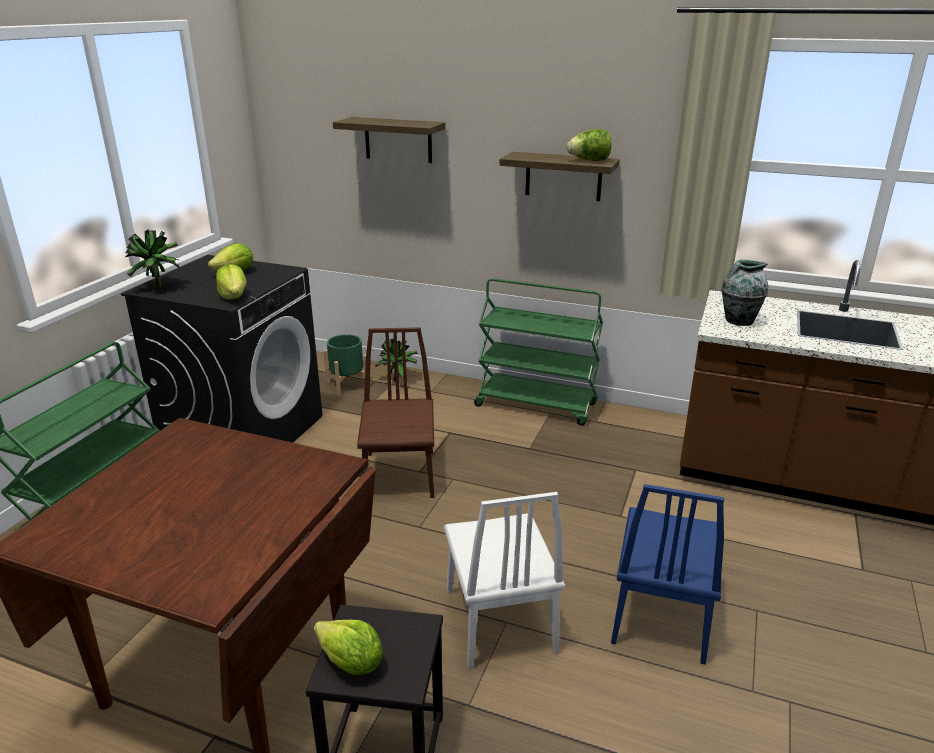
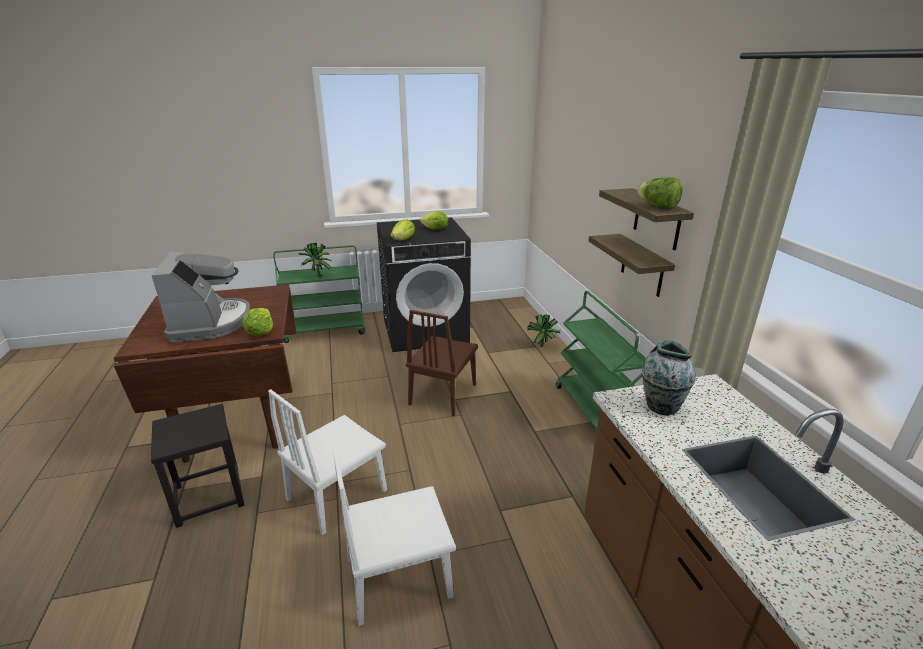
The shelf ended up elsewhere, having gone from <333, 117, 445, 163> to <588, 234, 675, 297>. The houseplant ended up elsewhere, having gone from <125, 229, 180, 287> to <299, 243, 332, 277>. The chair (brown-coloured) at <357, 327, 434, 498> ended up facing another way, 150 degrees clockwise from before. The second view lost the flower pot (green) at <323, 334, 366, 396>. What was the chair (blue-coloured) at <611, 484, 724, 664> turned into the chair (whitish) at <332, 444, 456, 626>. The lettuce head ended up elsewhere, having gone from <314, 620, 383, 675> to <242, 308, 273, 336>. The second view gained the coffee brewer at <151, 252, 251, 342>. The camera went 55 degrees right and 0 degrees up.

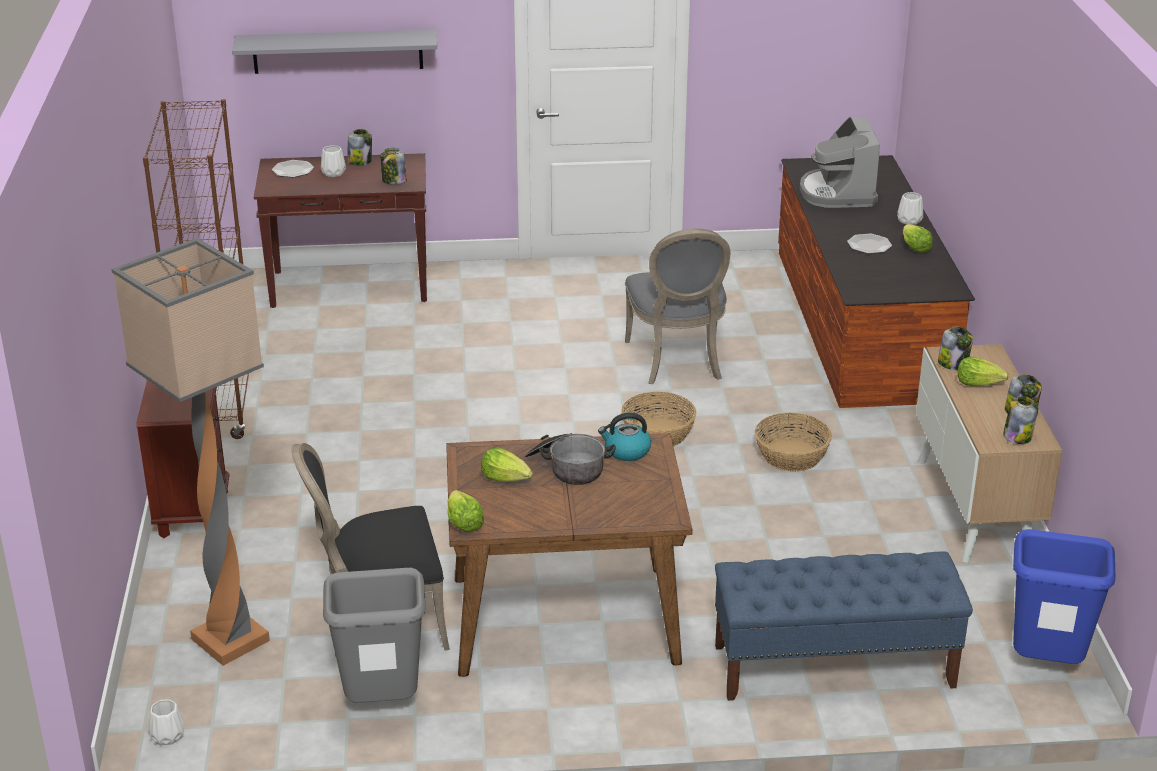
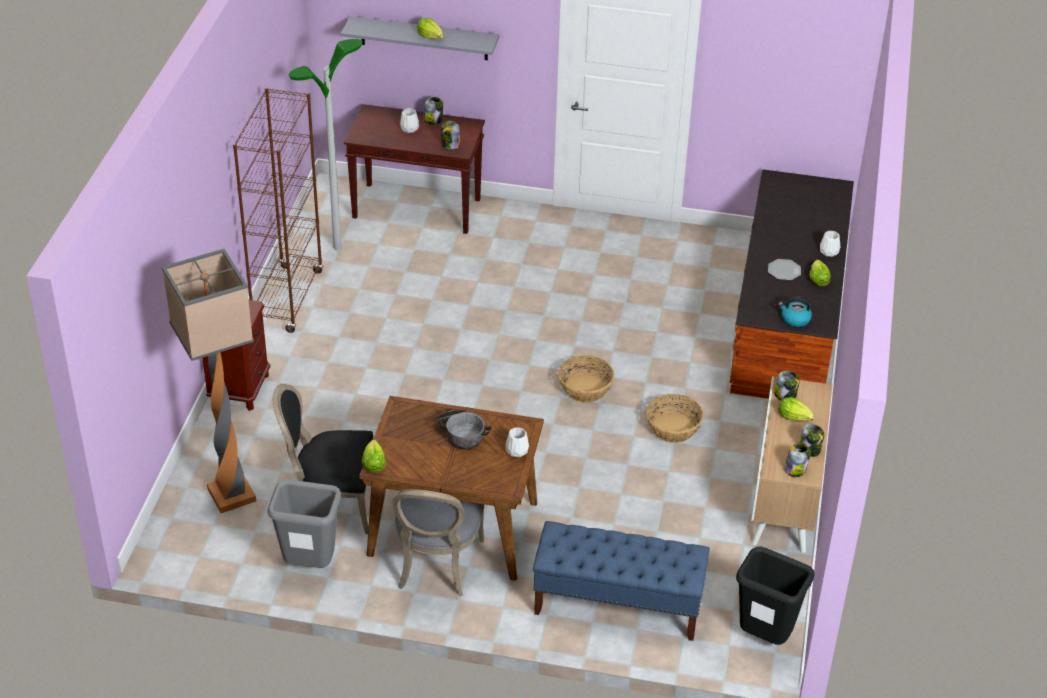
The second view lost the coffee brewer at <800, 117, 880, 208>. The second view lost the plate at <272, 160, 314, 178>. The chair (grey) ended up elsewhere, having gone from <625, 228, 730, 384> to <392, 489, 485, 596>. The water kettle ended up elsewhere, having gone from <598, 413, 651, 461> to <778, 296, 812, 327>. The lettuce head ended up elsewhere, having gone from <481, 448, 533, 482> to <417, 18, 444, 39>. What was the rubbish bin (blue-coloured) at <1013, 529, 1115, 664> turned into the rubbish bin (black) at <736, 547, 814, 645>. The flower vase (whitish) ended up elsewhere, having gone from <148, 699, 184, 745> to <506, 427, 529, 457>. The second view gained the standing lamp at <289, 39, 363, 251>. The camera went 15 degrees right and 10 degrees up.

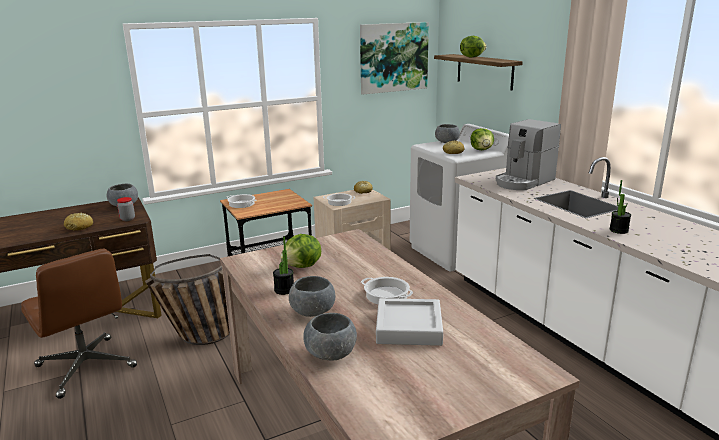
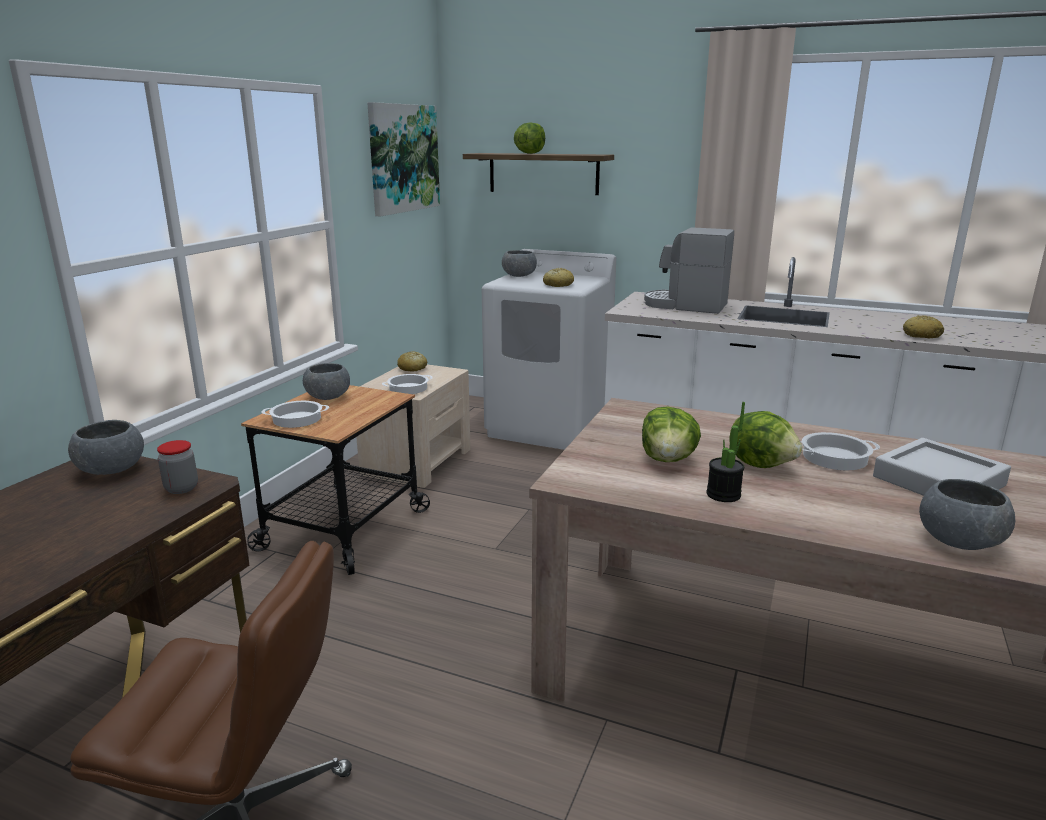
The coffee brewer at <496, 119, 561, 190> ended up facing another way, 105 degrees clockwise from before. The lettuce head ended up elsewhere, having gone from <470, 128, 494, 150> to <729, 411, 802, 468>. The second view lost the houseplant at <609, 180, 631, 234>. The bread ended up elsewhere, having gone from <64, 213, 93, 231> to <903, 315, 944, 338>. The second view lost the household basket at <145, 254, 230, 345>. The serving bowl (grey) ended up elsewhere, having gone from <289, 276, 335, 317> to <303, 363, 350, 400>. The camera went 40 degrees left and 0 degrees up.

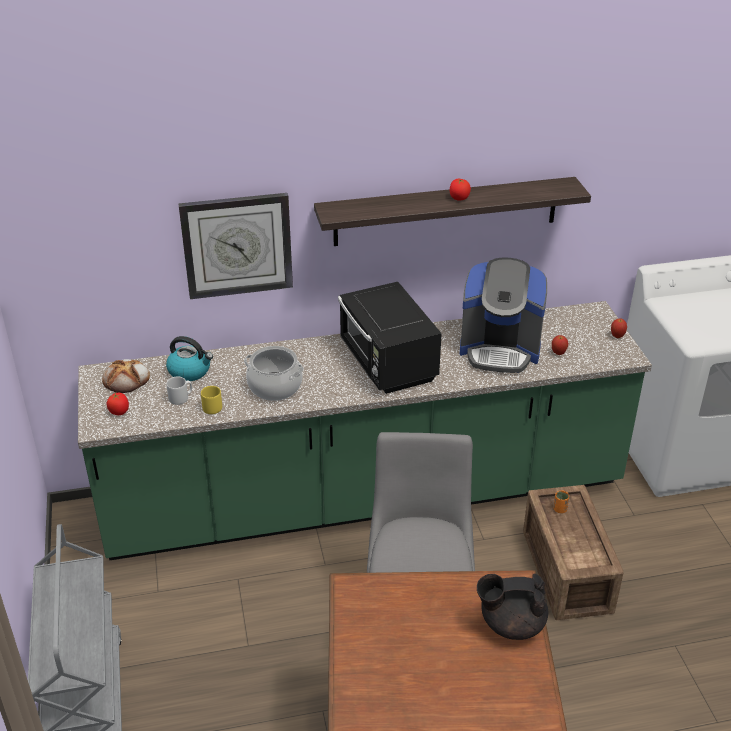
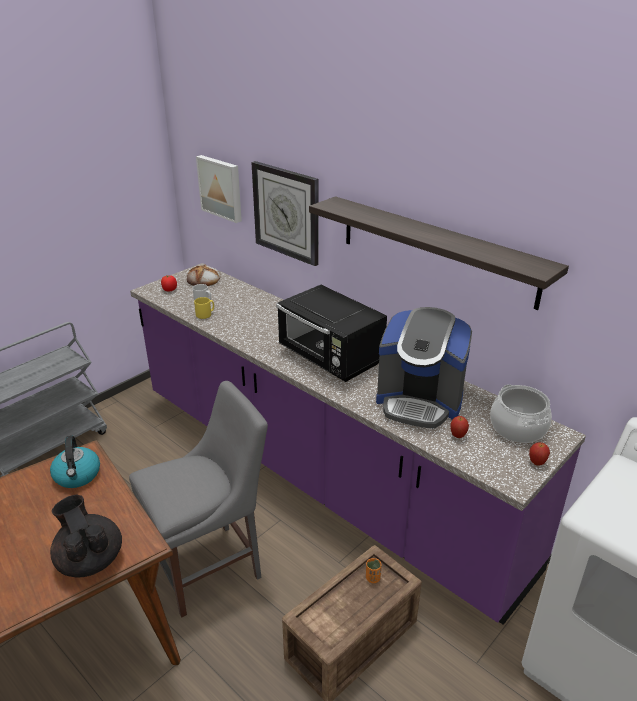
The second view lost the tomato at <450, 179, 471, 201>. The coffee brewer at <460, 258, 547, 373> ended up facing another way, 45 degrees counterclockwise from before. The microwave oven (black) at <338, 282, 442, 394> ended up facing another way, 75 degrees counterclockwise from before. What was the counter (green) at <78, 301, 652, 561> turned into the counter (purplish) at <130, 263, 586, 625>. The water kettle ended up elsewhere, having gone from <166, 336, 213, 381> to <50, 436, 100, 488>. The stockpot ended up elsewhere, having gone from <244, 346, 304, 401> to <490, 384, 552, 443>. The second view gained the wall art at <196, 155, 242, 223>. The camera went 55 degrees right and 5 degrees down.

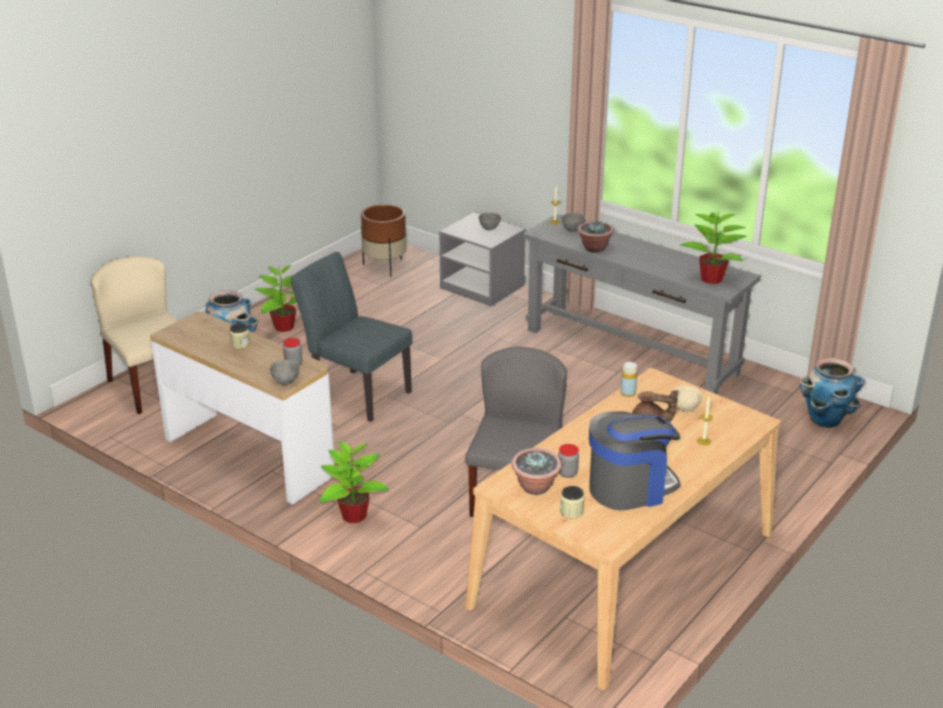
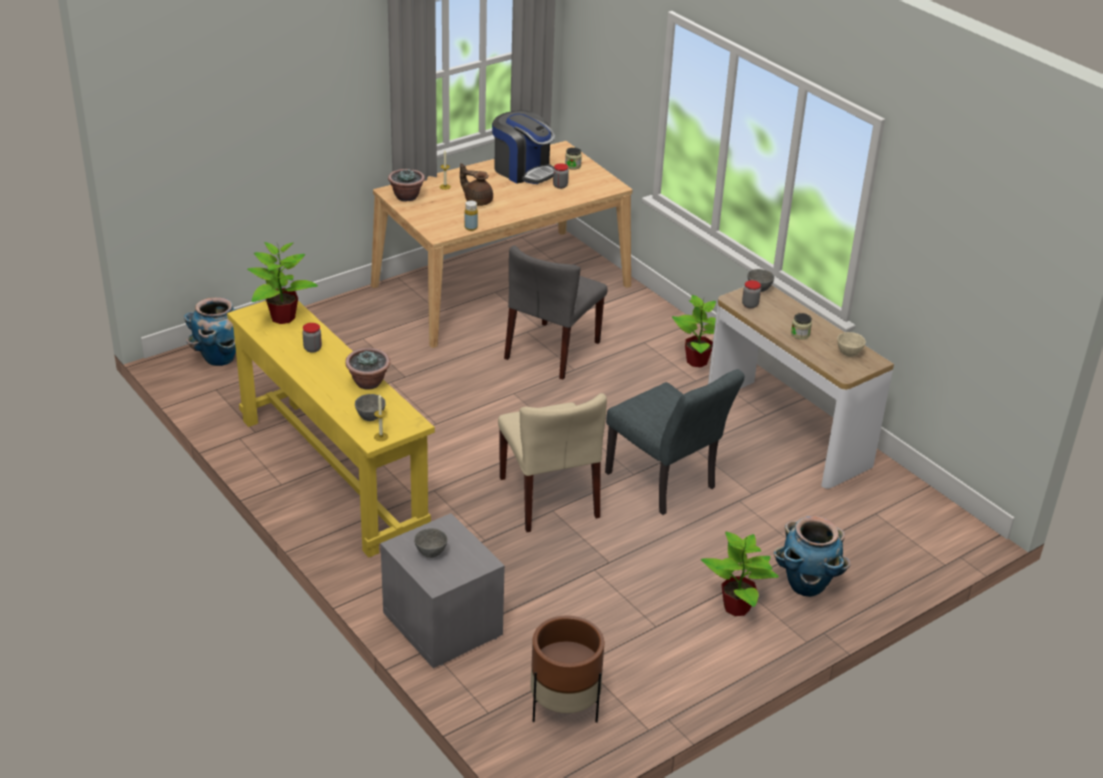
What was the narrow table (grey) at <523, 214, 761, 394> turned into the narrow table (yellow-coloured) at <227, 301, 435, 557>. The chair (beige-coloured) ended up elsewhere, having gone from <91, 256, 178, 414> to <498, 393, 607, 532>. The serving bowl (beige-coloured) ended up elsewhere, having gone from <673, 386, 703, 412> to <837, 332, 866, 357>. The coffee brewer at <589, 411, 681, 510> ended up facing another way, 135 degrees counterclockwise from before. The houseplant ended up elsewhere, having gone from <512, 448, 562, 495> to <388, 168, 425, 202>. The second view gained the jar at <302, 323, 322, 353>. The camera went 165 degrees left and 5 degrees up.

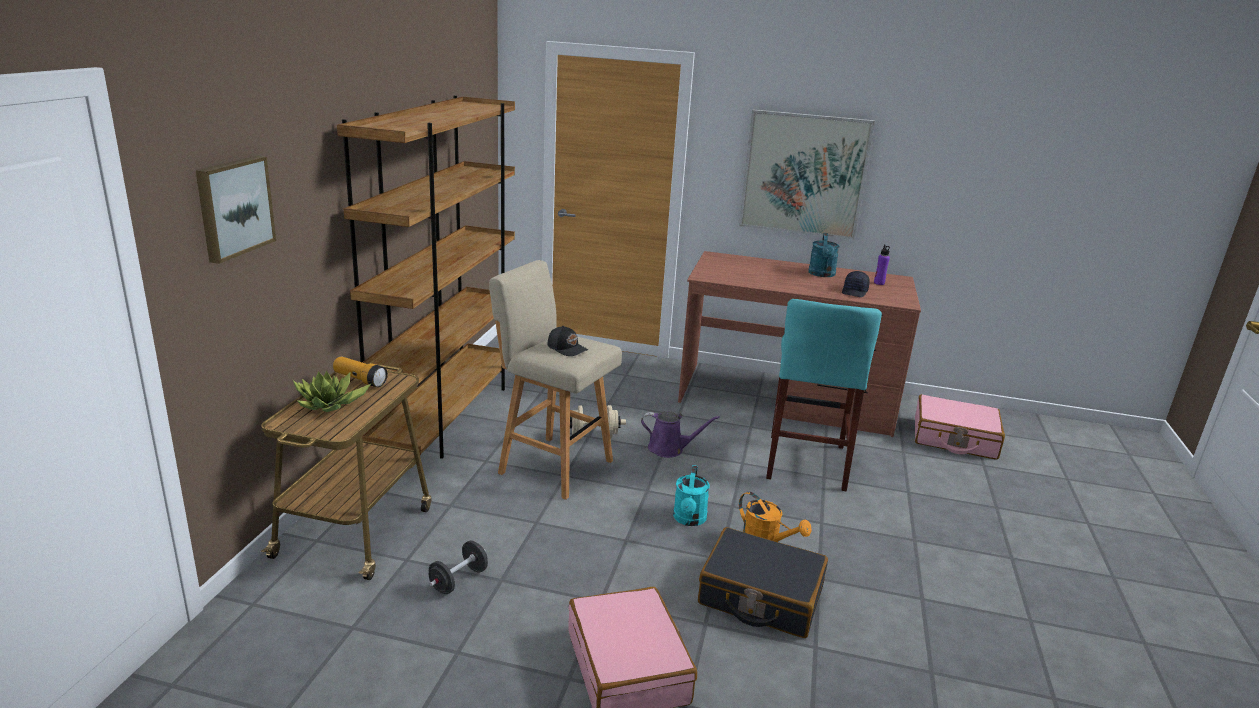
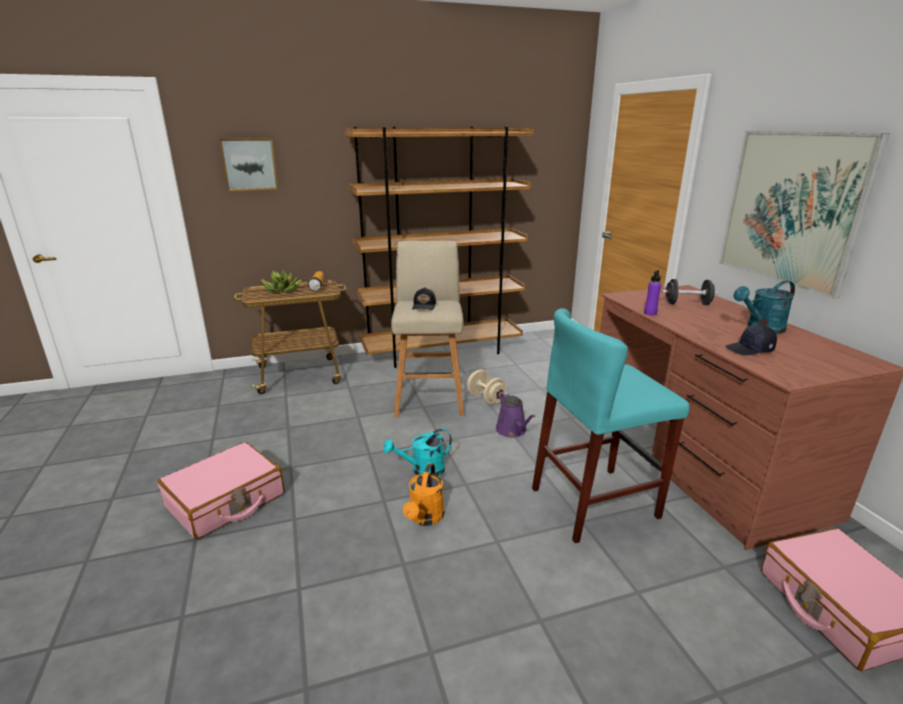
The bottle (purplish) ended up elsewhere, having gone from <874, 244, 890, 285> to <644, 270, 661, 315>. The second view lost the piece of luggage (black) at <698, 527, 828, 638>. The hand weight (black) ended up elsewhere, having gone from <429, 541, 488, 594> to <662, 279, 718, 305>. The camera went 60 degrees right and 0 degrees up.

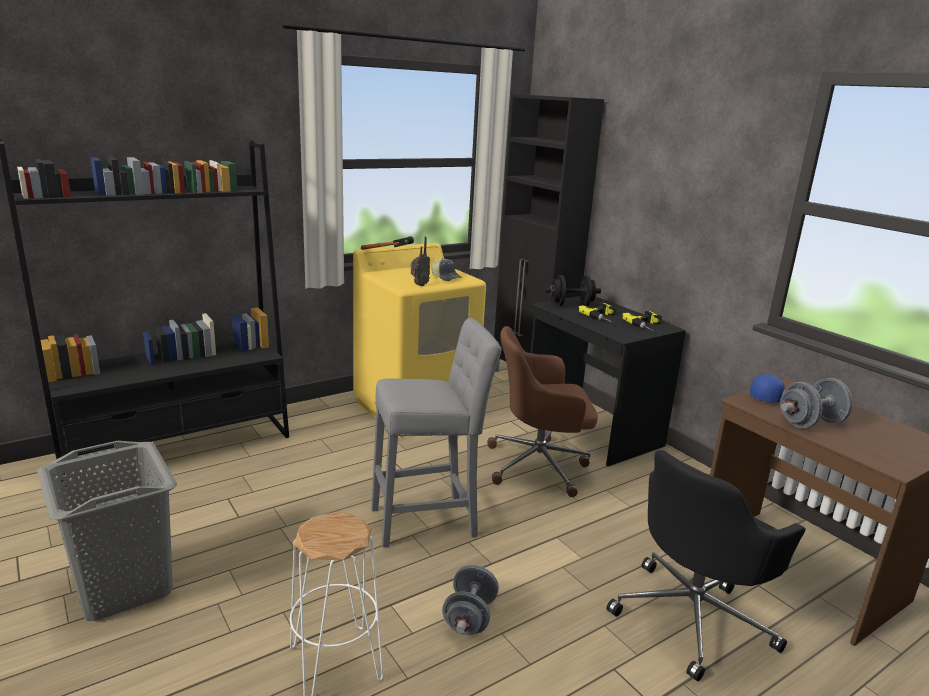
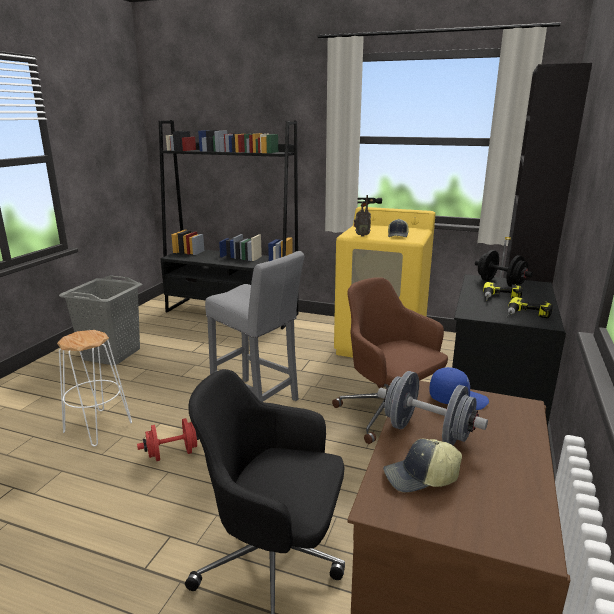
What was the hand weight (grey) at <442, 565, 499, 635> turned into the hand weight (red) at <137, 418, 199, 461>. The second view gained the peaked cap at <383, 439, 462, 493>. The camera went 55 degrees right and 0 degrees up.

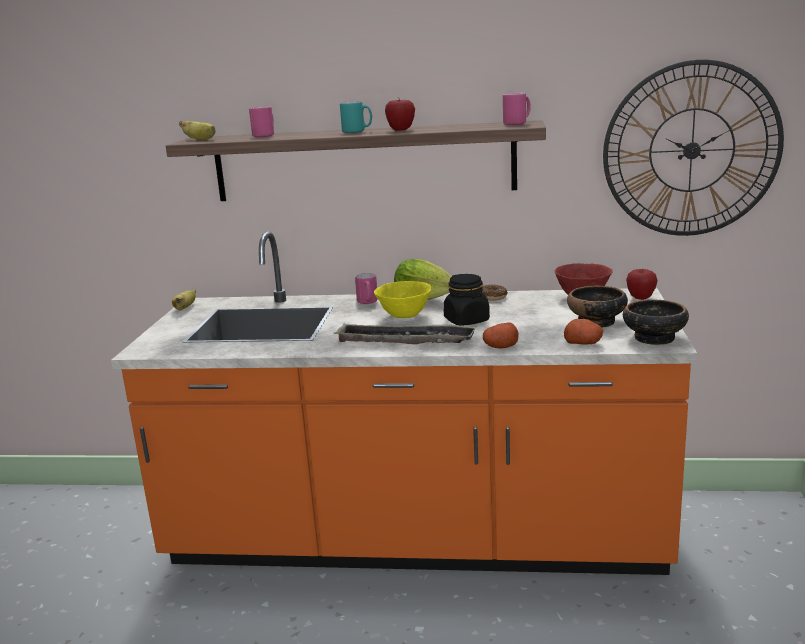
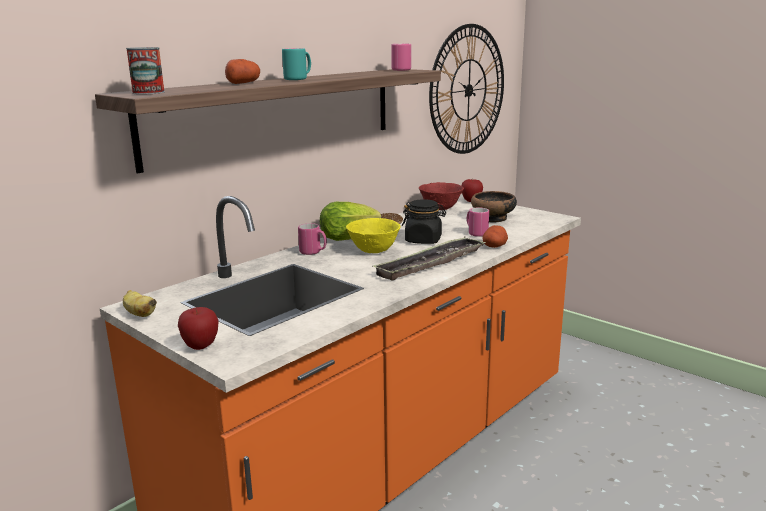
The apple fruit ended up elsewhere, having gone from <385, 99, 415, 131> to <178, 307, 219, 350>. The mug (pink-coloured) ended up elsewhere, having gone from <249, 106, 274, 137> to <467, 207, 489, 237>. Where the banana fruit stood at <179, 121, 216, 140>, the can came to stand at <126, 47, 165, 94>. The second view lost the serving bowl at <623, 300, 689, 345>. The spud ended up elsewhere, having gone from <564, 319, 603, 345> to <225, 59, 260, 84>. The camera went 55 degrees left and 0 degrees up.

